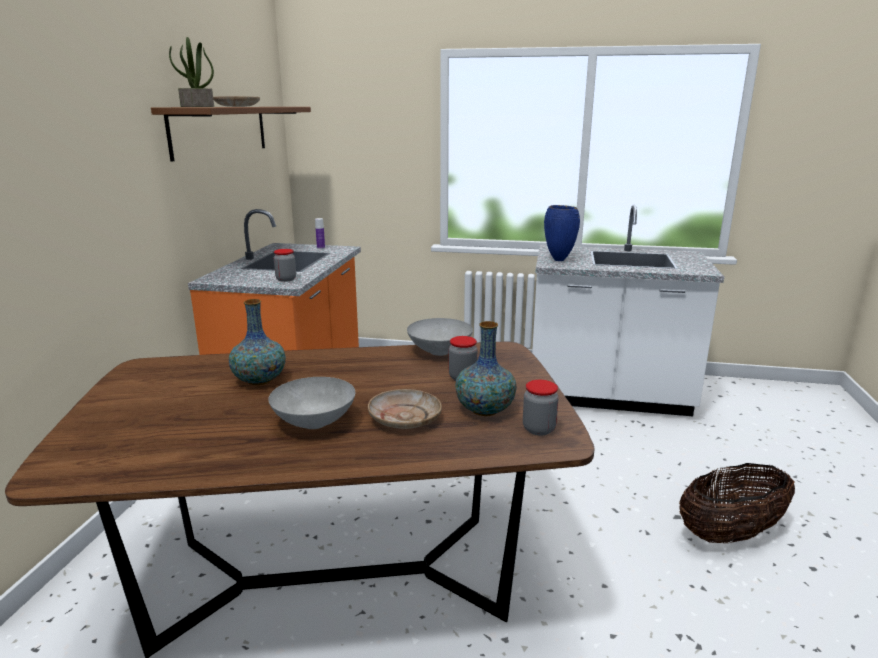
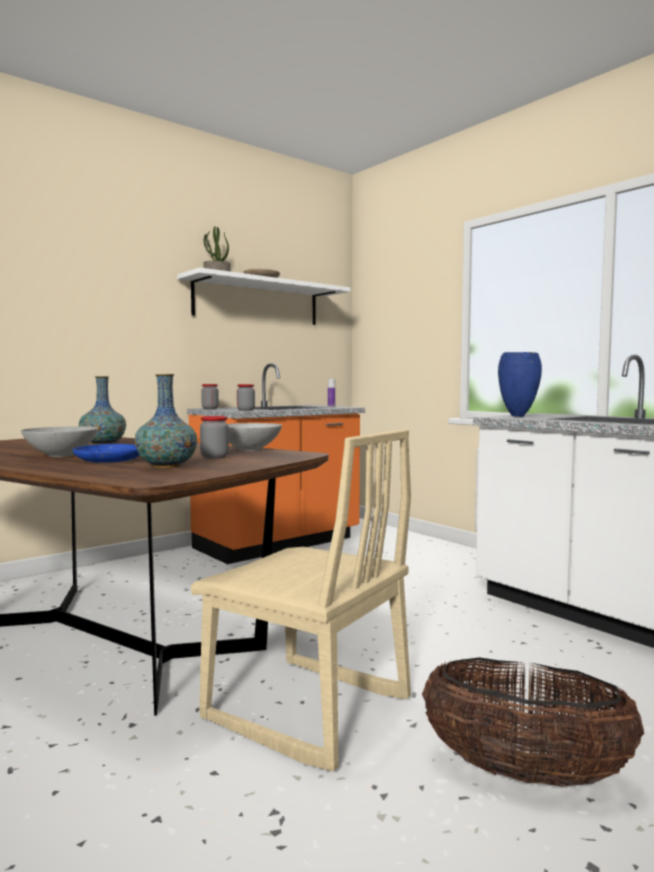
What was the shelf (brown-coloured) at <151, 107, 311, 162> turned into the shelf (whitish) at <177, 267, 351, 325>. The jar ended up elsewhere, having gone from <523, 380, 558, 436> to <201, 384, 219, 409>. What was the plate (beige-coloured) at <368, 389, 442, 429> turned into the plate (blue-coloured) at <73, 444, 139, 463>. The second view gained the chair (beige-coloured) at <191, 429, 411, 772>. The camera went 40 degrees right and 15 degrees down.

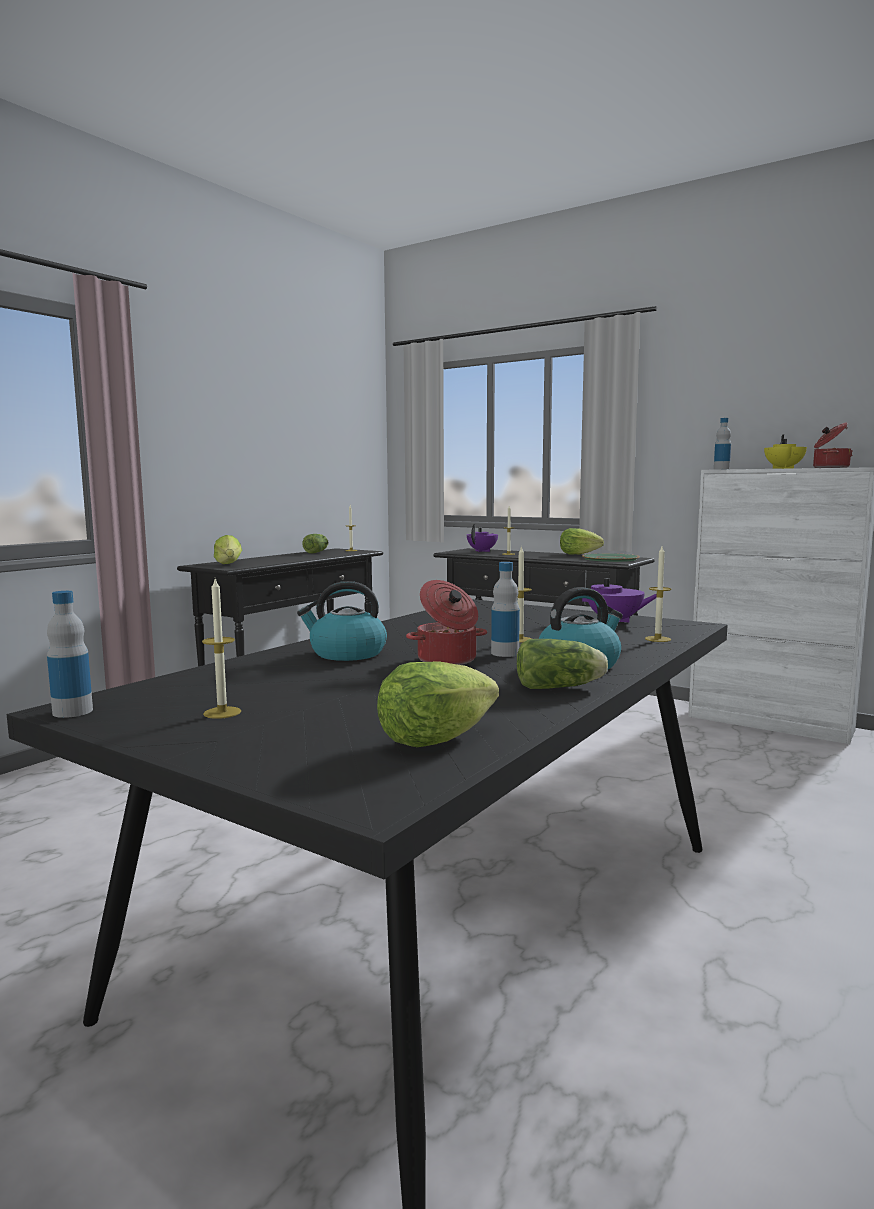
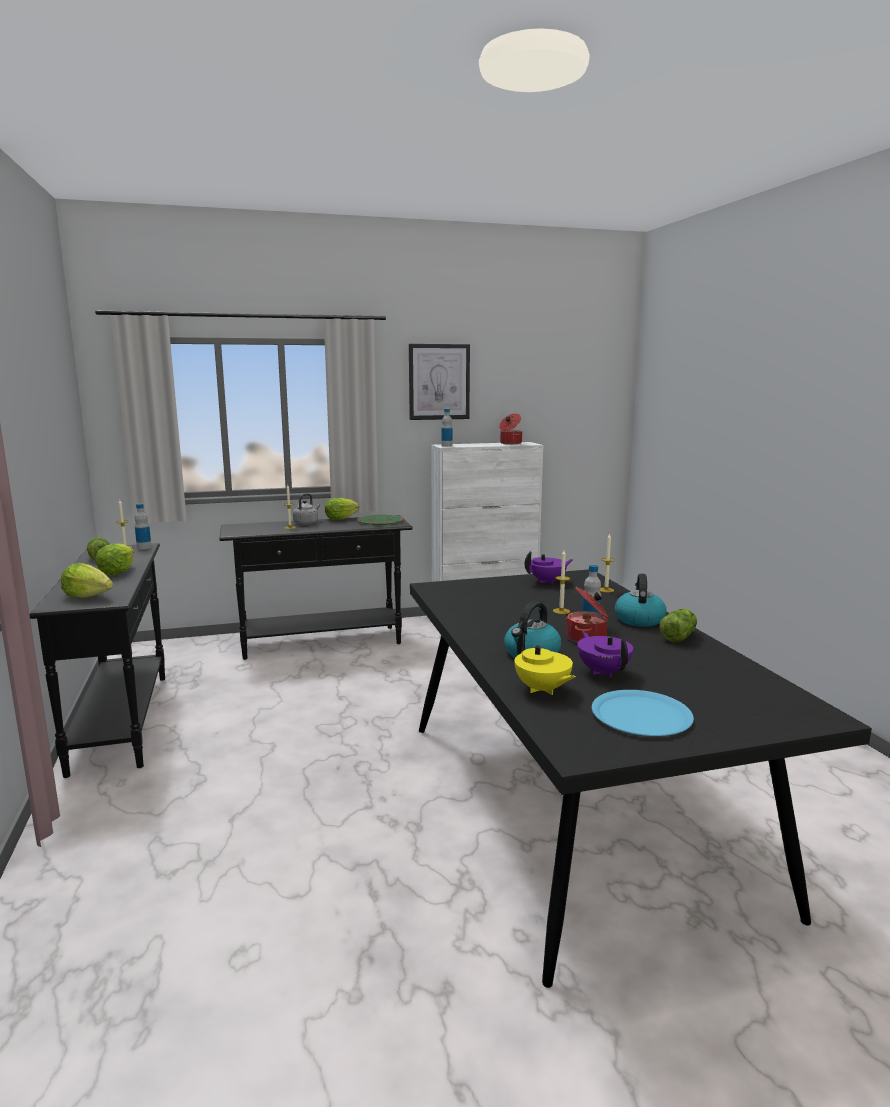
The tea pot (yellow-coloured) ended up elsewhere, having gone from <764, 435, 807, 469> to <515, 633, 576, 695>. The tea pot (purplish) ended up elsewhere, having gone from <467, 524, 498, 552> to <577, 632, 633, 678>. Where the wax candle stood at <202, 579, 241, 719>, the plate (blue-coloured) came to stand at <592, 690, 694, 736>. The bottle ended up elsewhere, having gone from <47, 591, 93, 718> to <135, 503, 152, 549>. The lettuce head ended up elsewhere, having gone from <377, 661, 499, 747> to <96, 543, 134, 575>. The second view gained the wall art at <409, 344, 470, 420>. The second view gained the water kettle (grey) at <293, 493, 320, 525>. The camera went 50 degrees left and 5 degrees up.

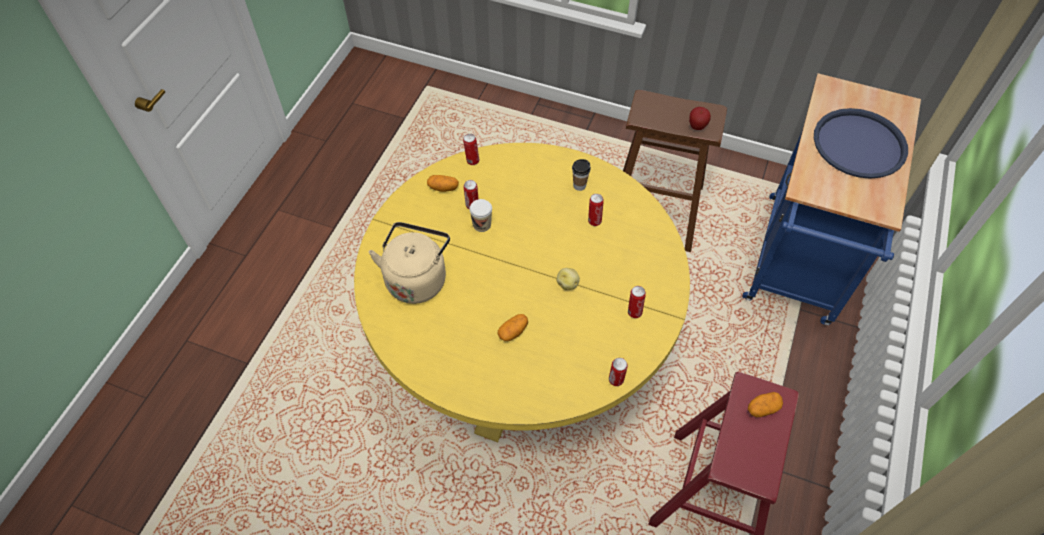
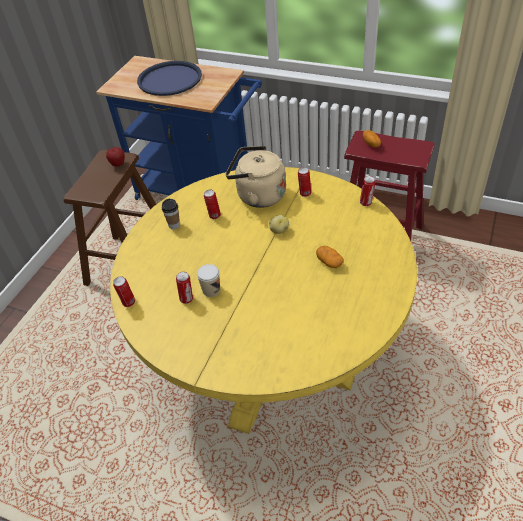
The second view lost the spud at <427, 175, 459, 192>. The water kettle (beige-coloured) ended up elsewhere, having gone from <369, 222, 450, 304> to <226, 146, 286, 208>. The camera went 85 degrees left and 10 degrees down.

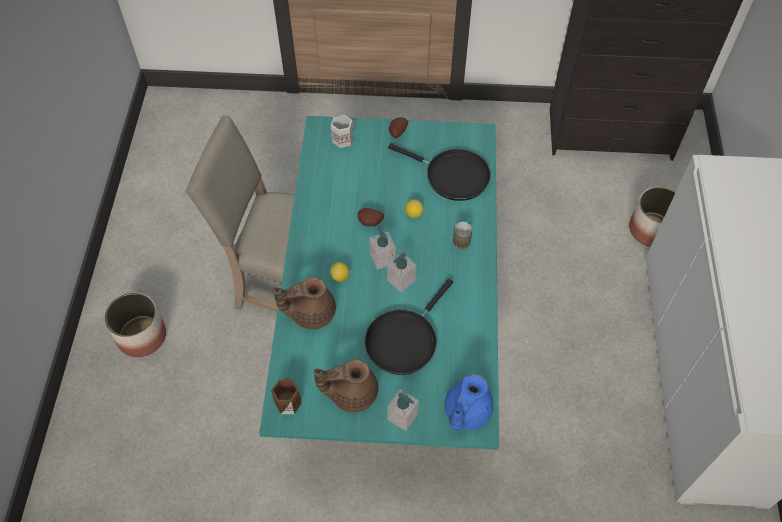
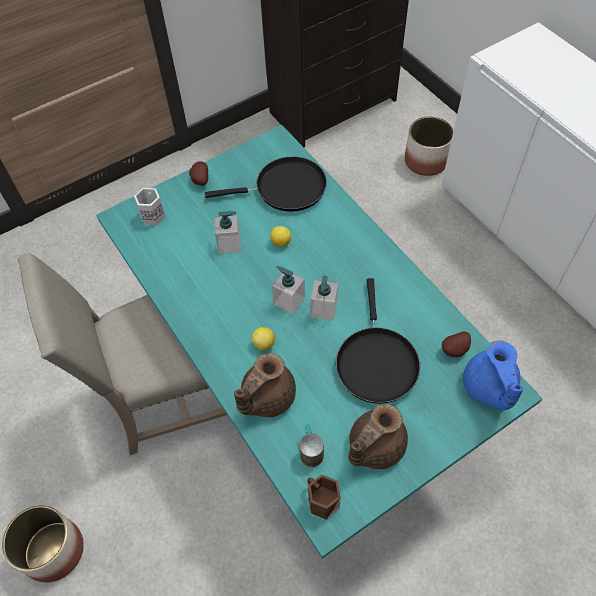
The spud ended up elsewhere, having gone from <358, 208, 384, 226> to <442, 332, 471, 357>. The mug ended up elsewhere, having gone from <453, 218, 472, 249> to <299, 424, 324, 467>. The soap bottle ended up elsewhere, having gone from <387, 389, 419, 431> to <214, 211, 241, 254>. The camera went 35 degrees left and 0 degrees up.

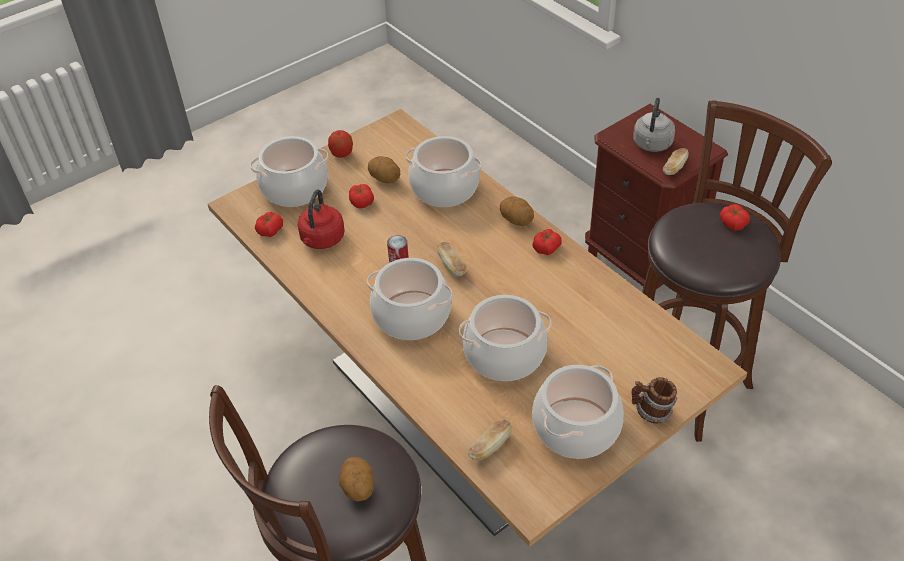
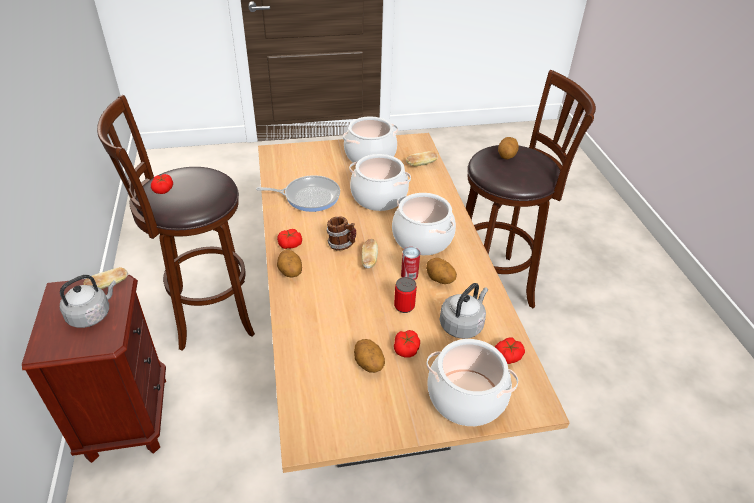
The second view lost the apple fruit at <328, 130, 353, 158>. The second view lost the stockpot at <406, 136, 482, 207>. What was the water kettle (red) at <298, 189, 345, 249> turned into the water kettle (grey) at <440, 283, 488, 339>. The mug ended up elsewhere, having gone from <631, 377, 677, 424> to <326, 216, 356, 250>. The second view gained the skillet at <256, 175, 340, 212>. The second view gained the spud at <426, 258, 457, 284>. The second view gained the can at <394, 277, 417, 313>. The camera went 155 degrees left and 5 degrees down.

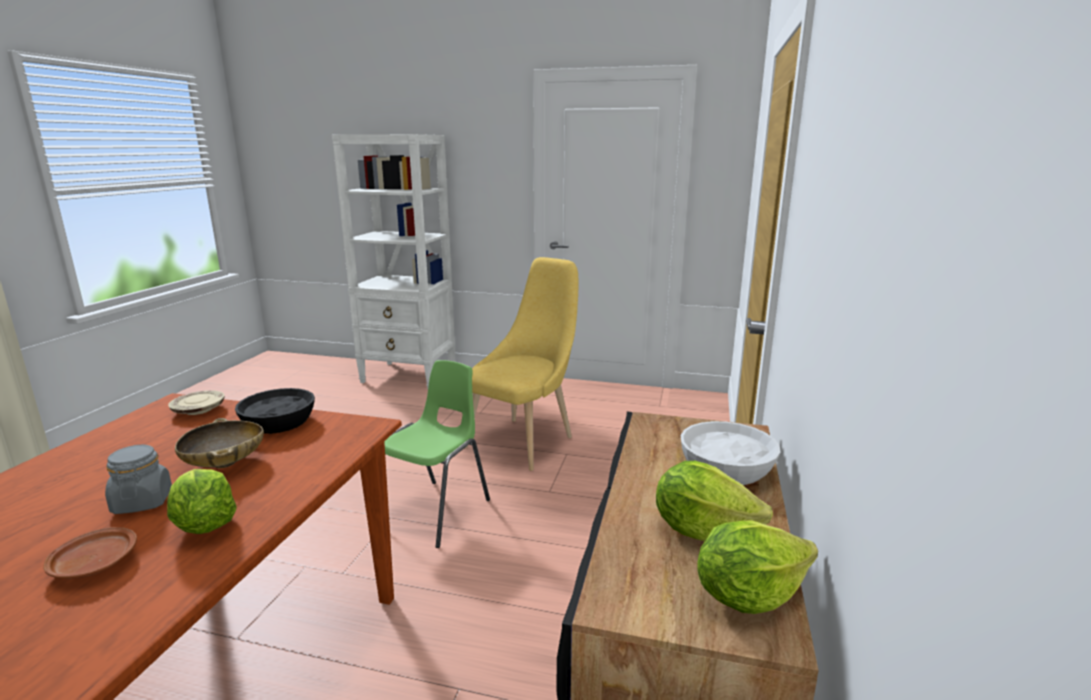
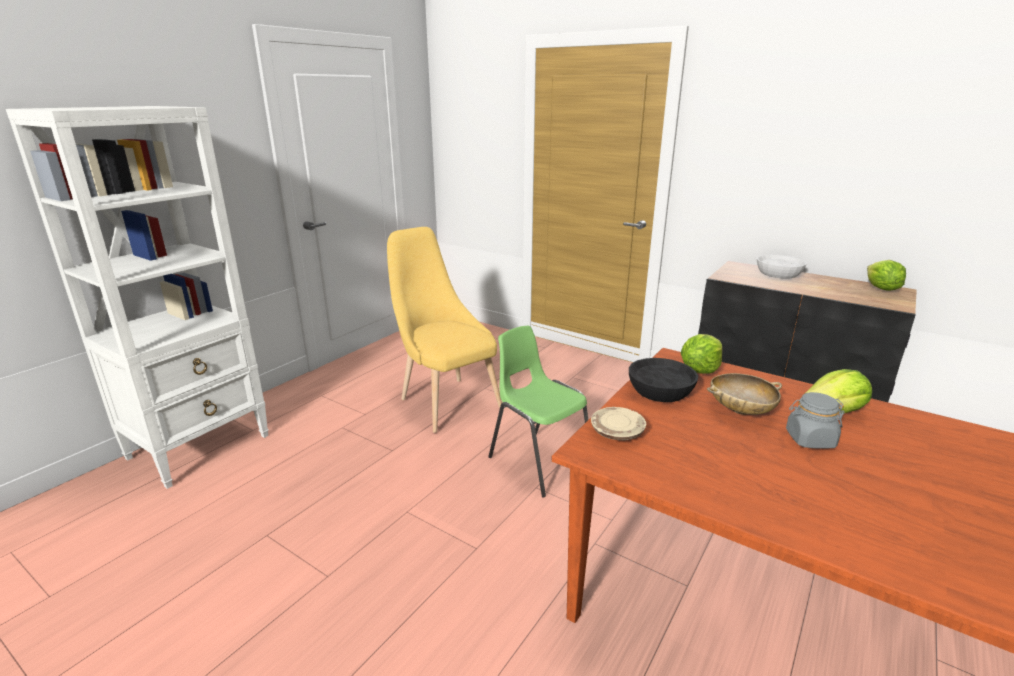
The lettuce head ended up elsewhere, having gone from <656, 461, 773, 541> to <681, 334, 722, 374>. The second view lost the plate (brown-coloured) at <43, 527, 137, 579>. The camera went 70 degrees left and 5 degrees up.

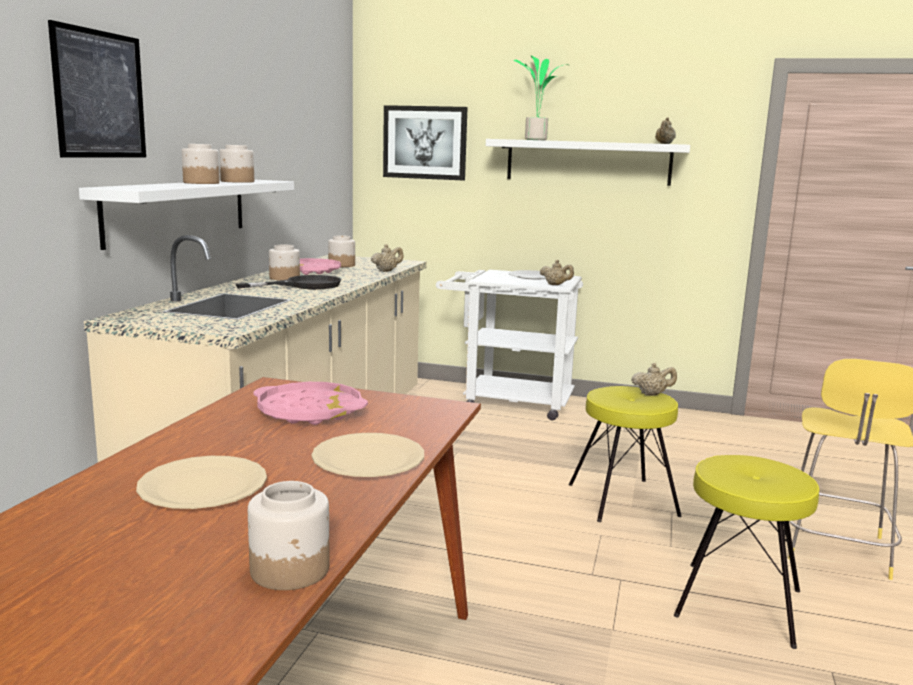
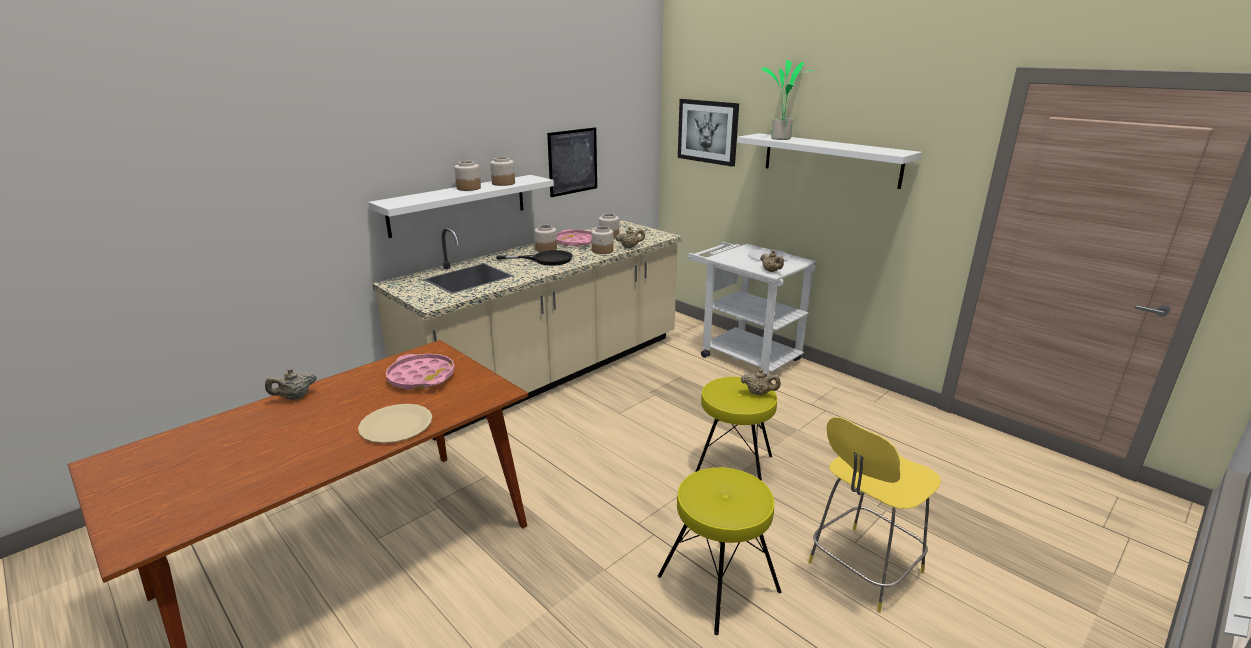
The wall art ended up elsewhere, having gone from <48, 20, 146, 158> to <547, 127, 597, 197>. The tea pot (beige-coloured) ended up elsewhere, having gone from <655, 117, 676, 144> to <265, 369, 317, 400>. The second view lost the plate (beige-coloured) at <136, 456, 267, 509>. The jar ended up elsewhere, having gone from <248, 481, 329, 590> to <591, 226, 614, 254>. The camera went 30 degrees right and 10 degrees up.

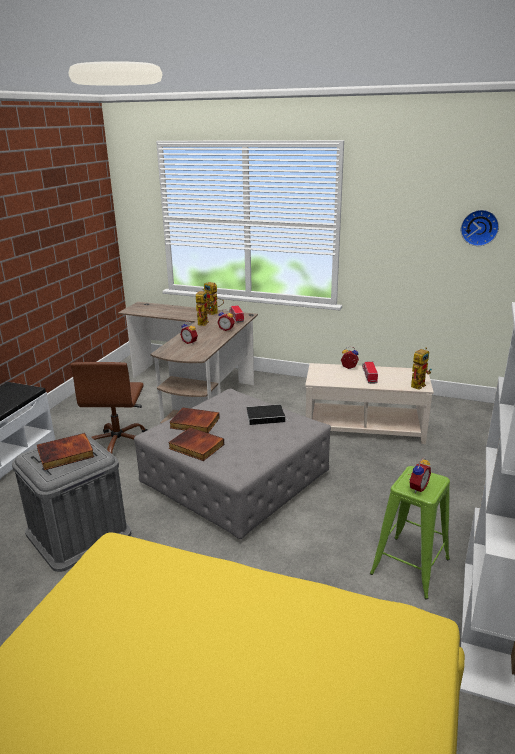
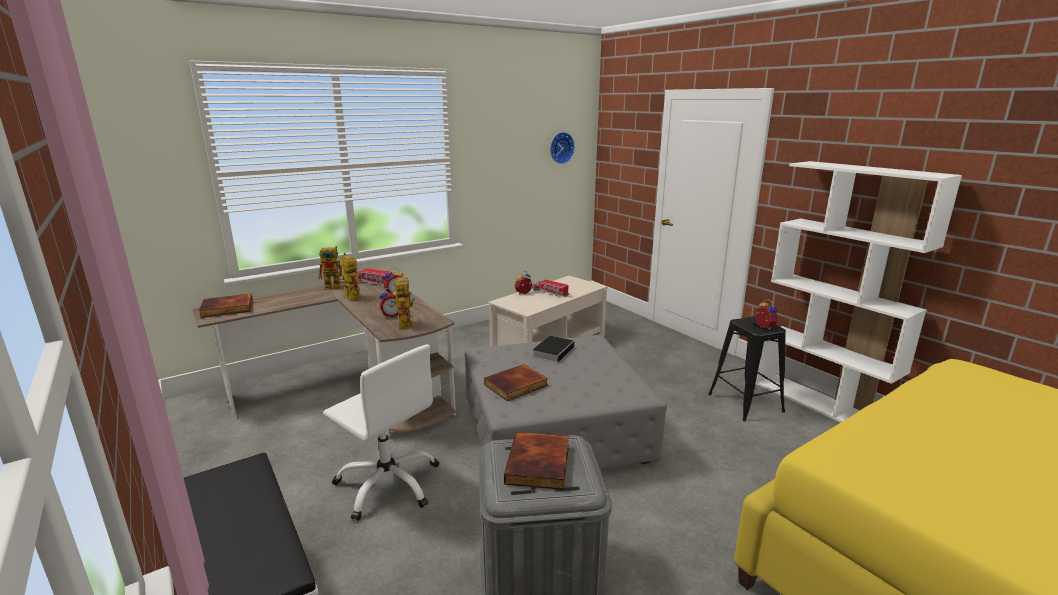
The model robot ended up elsewhere, having gone from <411, 347, 432, 390> to <391, 274, 415, 328>. What was the office chair (brown-coloured) at <70, 362, 148, 454> turned into the office chair (whitish) at <323, 344, 439, 521>. The book ended up elsewhere, having gone from <168, 428, 224, 461> to <199, 294, 253, 318>. What was the sitting stool (green) at <370, 466, 450, 600> turned into the sitting stool (black) at <708, 316, 786, 422>. The camera went 55 degrees left and 5 degrees down.

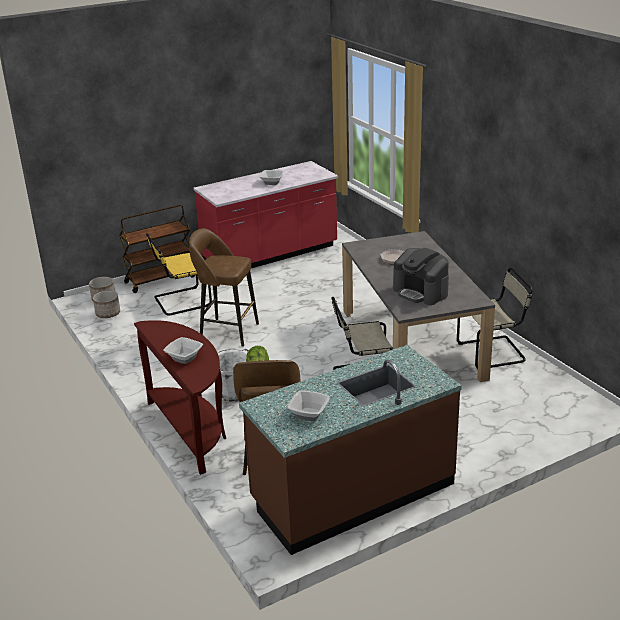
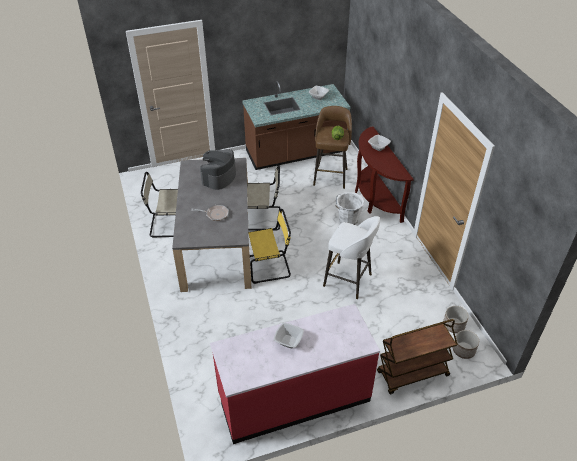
What was the sitting stool (brown-coloured) at <189, 228, 259, 347> turned into the sitting stool (whitish) at <323, 216, 380, 299>. The chair (yellow-coloured) ended up elsewhere, having gone from <146, 233, 212, 315> to <248, 209, 291, 284>. The coffee brewer at <393, 248, 449, 305> ended up facing another way, 120 degrees counterclockwise from before. The camera went 170 degrees left and 15 degrees up.

